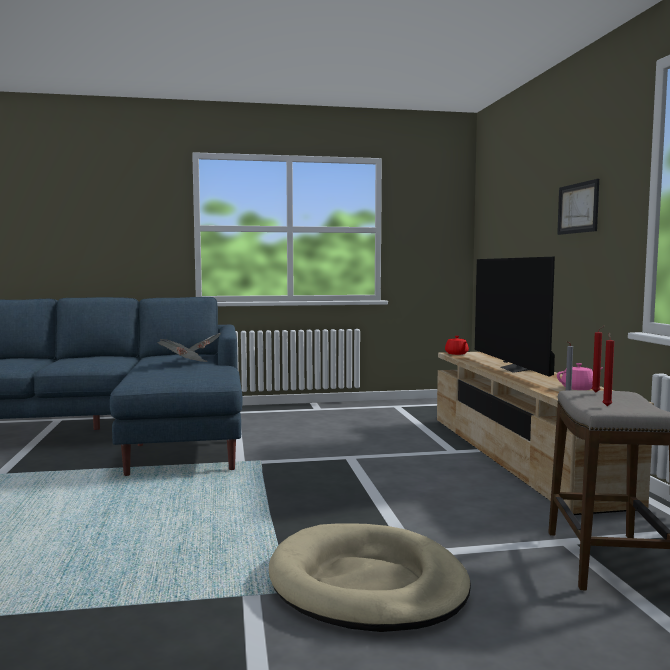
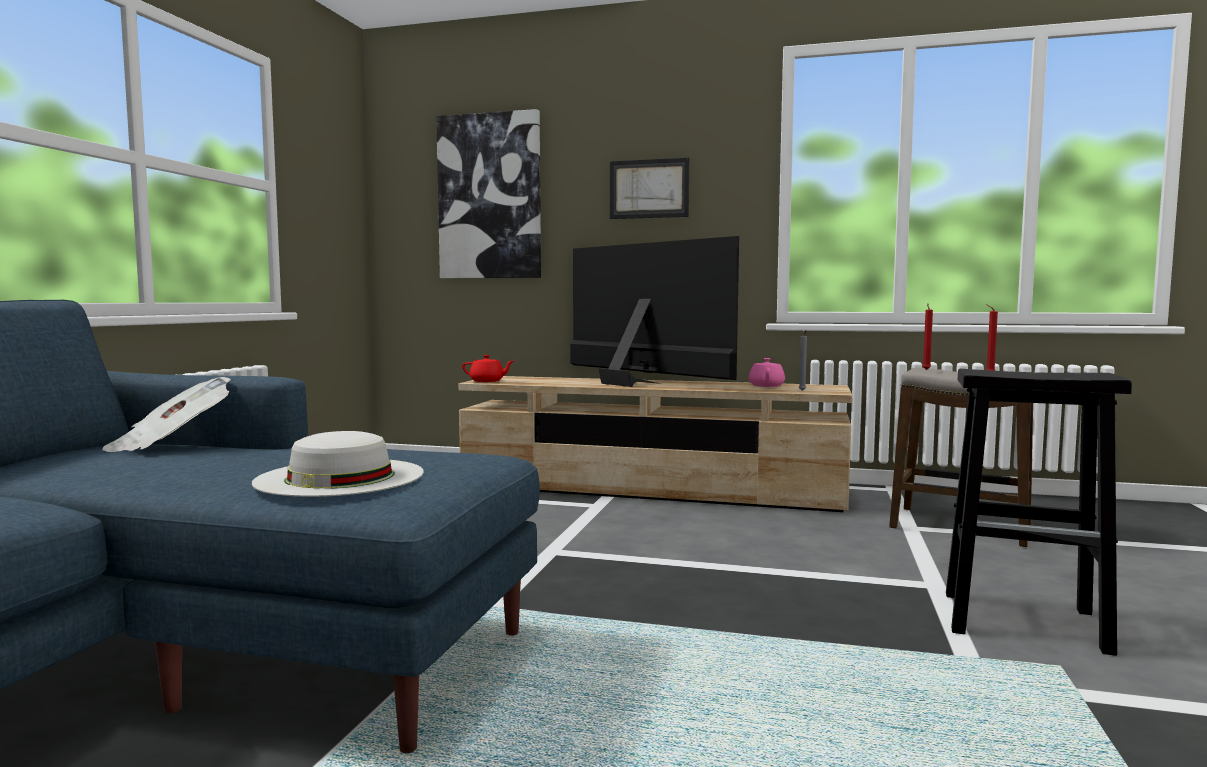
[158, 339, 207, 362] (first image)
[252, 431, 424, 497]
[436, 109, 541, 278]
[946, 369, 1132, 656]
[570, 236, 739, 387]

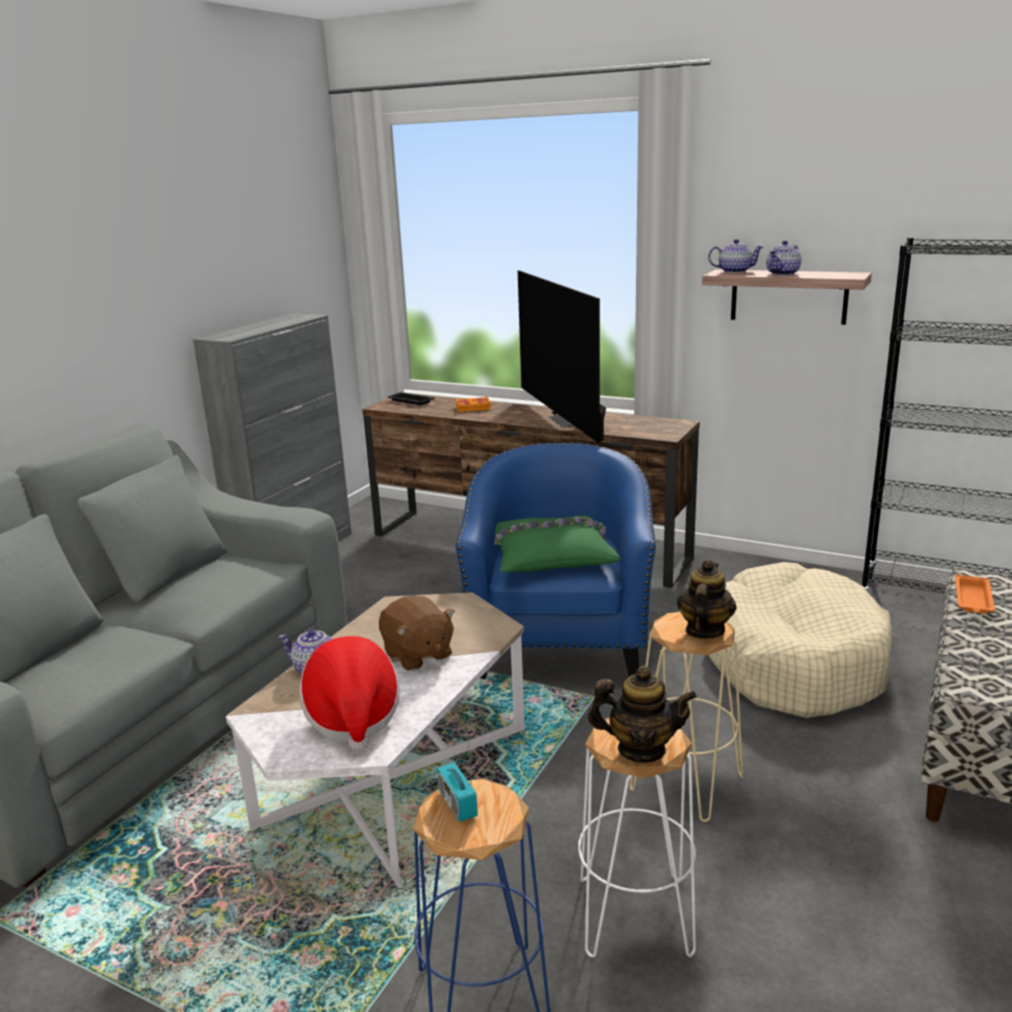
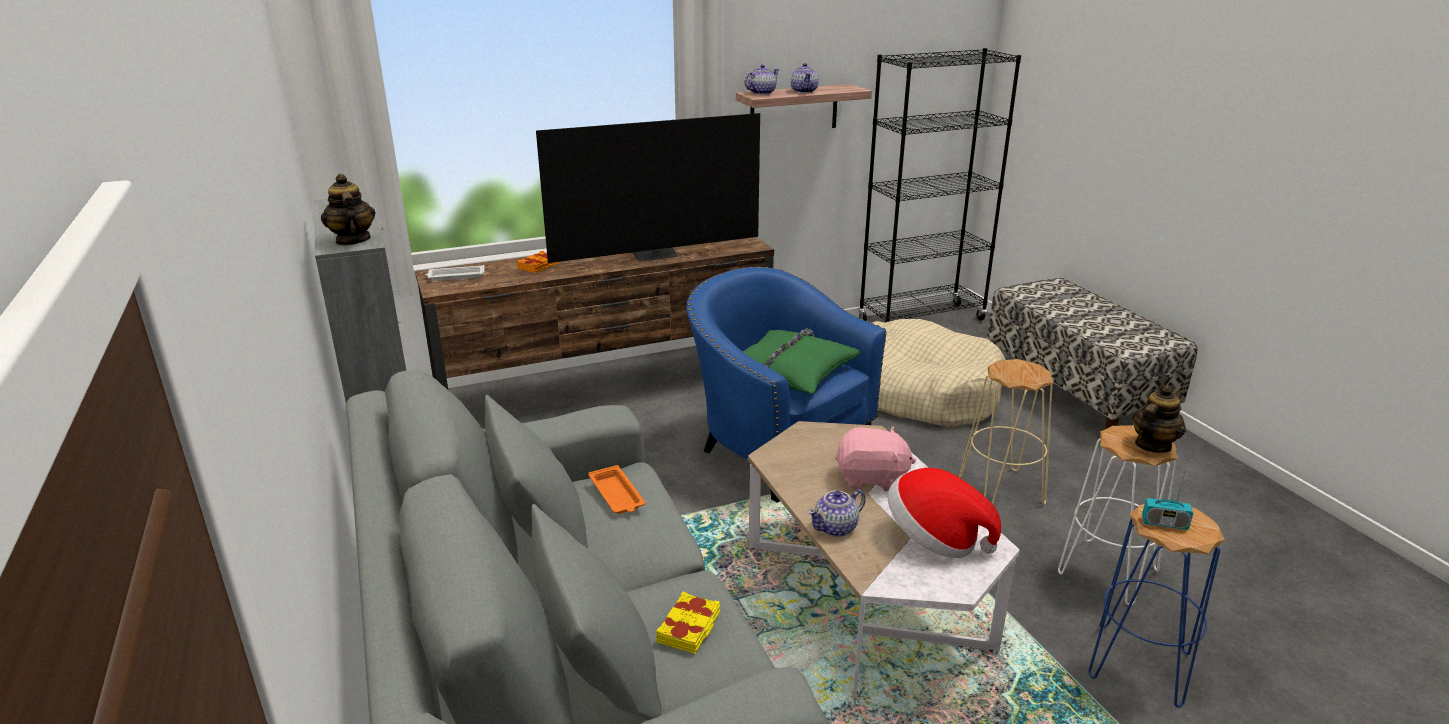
[656, 592, 720, 654]
[321, 174, 376, 245]
[588, 465, 645, 514]
[835, 426, 916, 491]
[426, 265, 485, 281]
[536, 113, 760, 263]

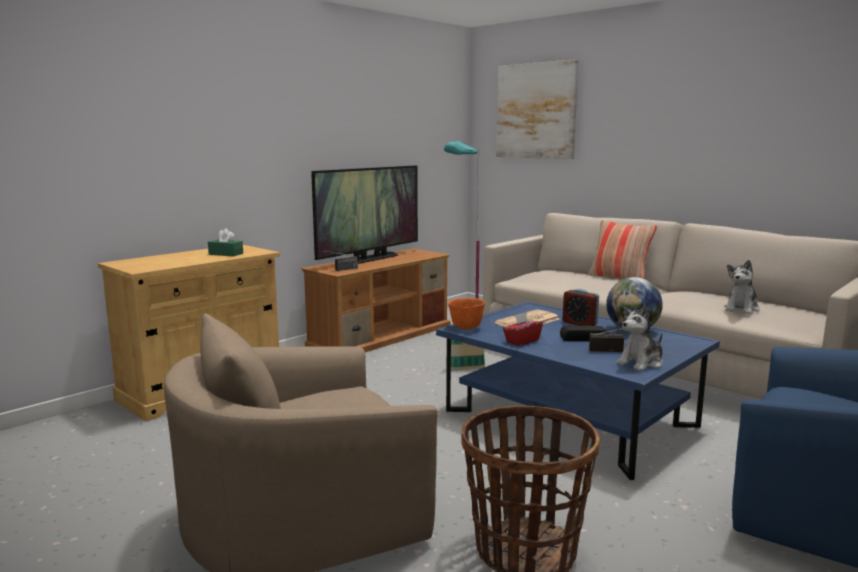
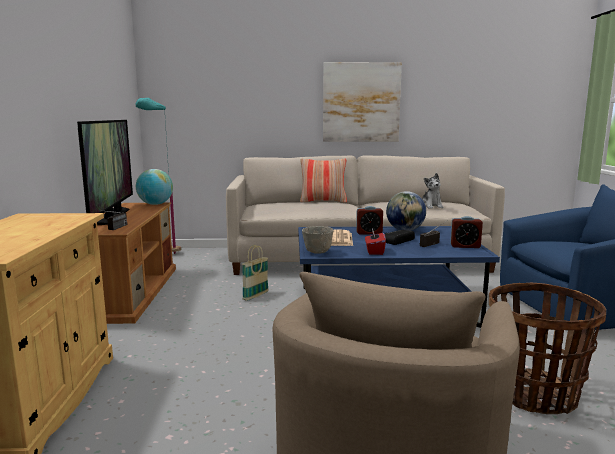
[208, 228, 243, 256] (first image)
[136, 169, 173, 205]
[323, 62, 402, 142]
[450, 216, 483, 248]
[302, 226, 334, 254]

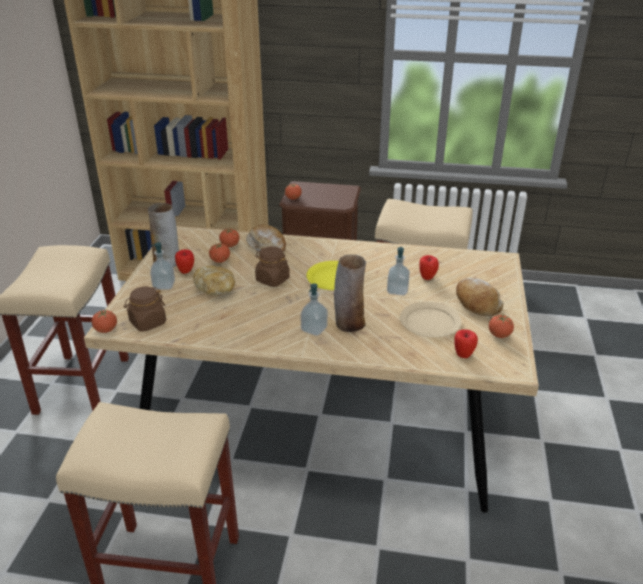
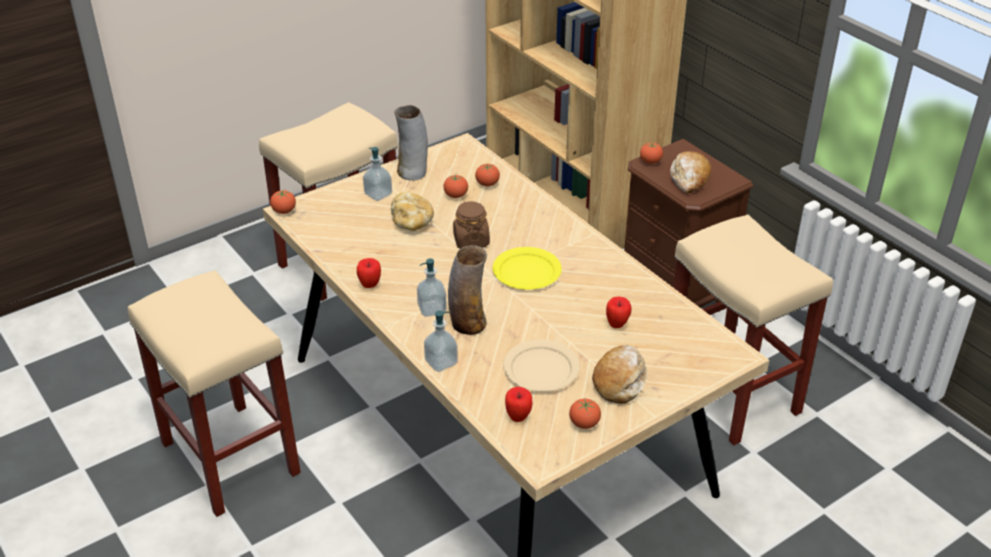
[124, 287, 166, 332] (first image)
[357, 258, 381, 288]
[671, 151, 711, 194]
[424, 311, 458, 372]

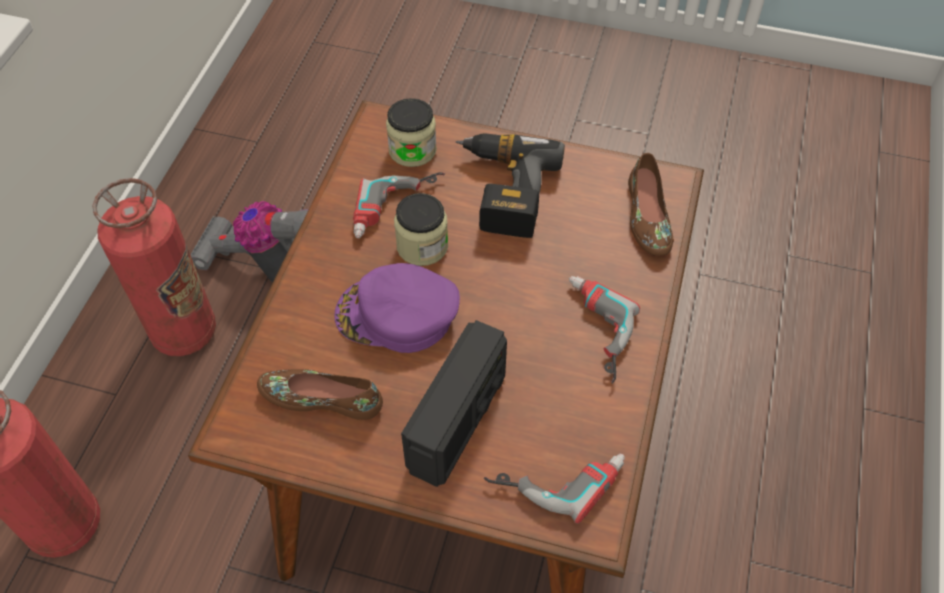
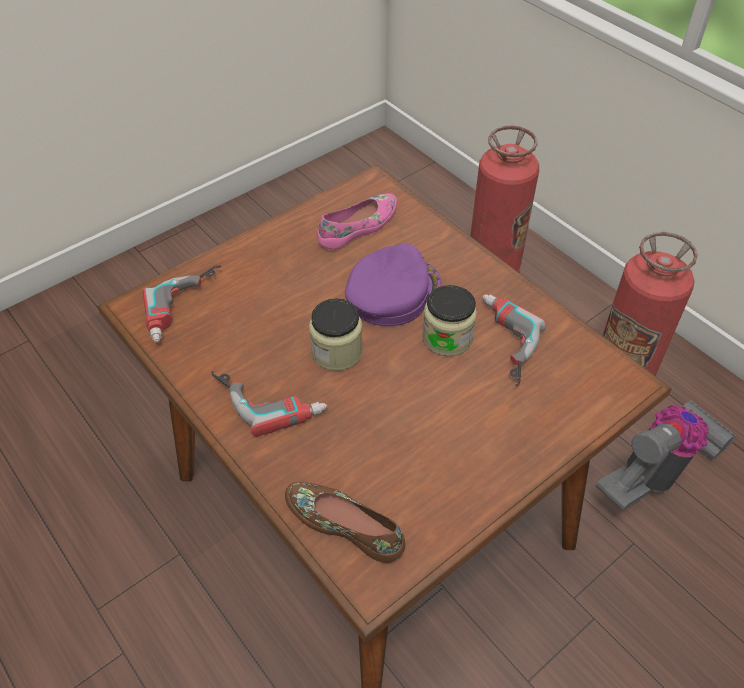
[401, 320, 507, 487] (first image)
[456, 133, 565, 238] (first image)
[309, 298, 363, 371]
[317, 193, 397, 250]

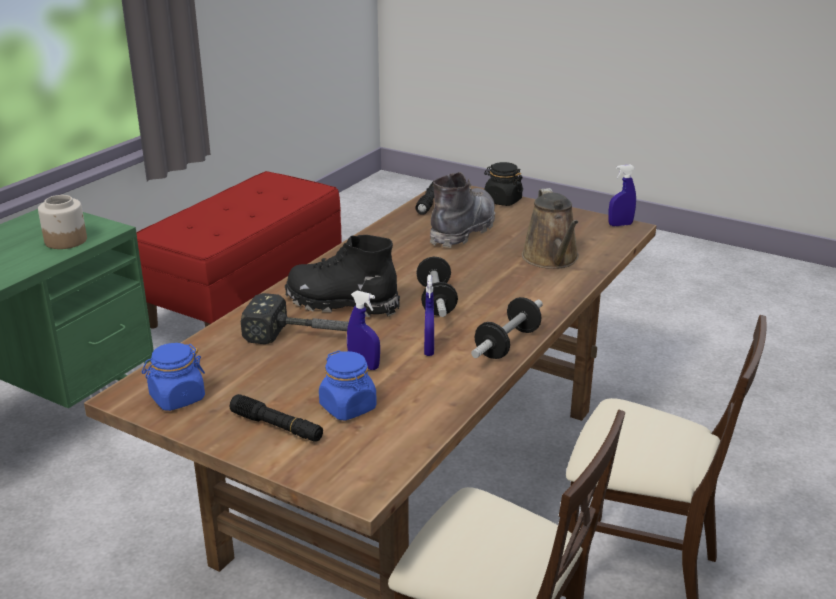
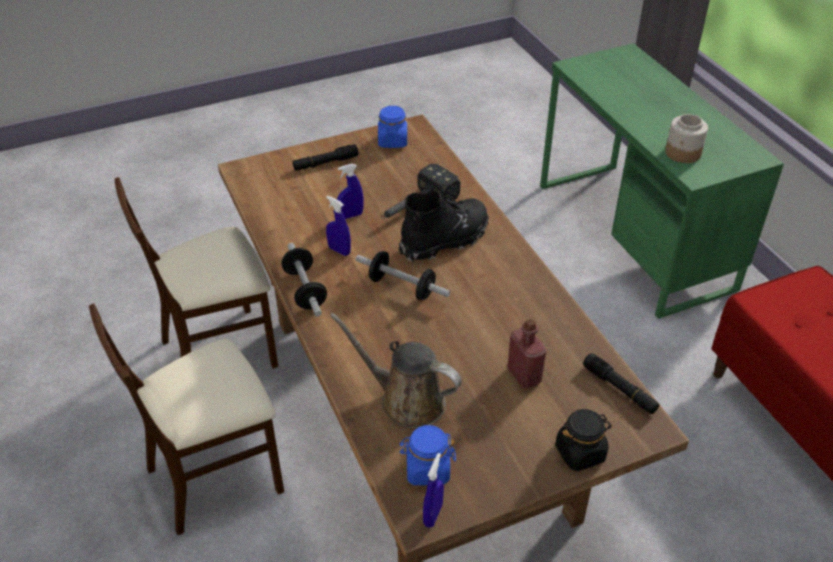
[399, 425, 456, 485]
[507, 319, 547, 388]

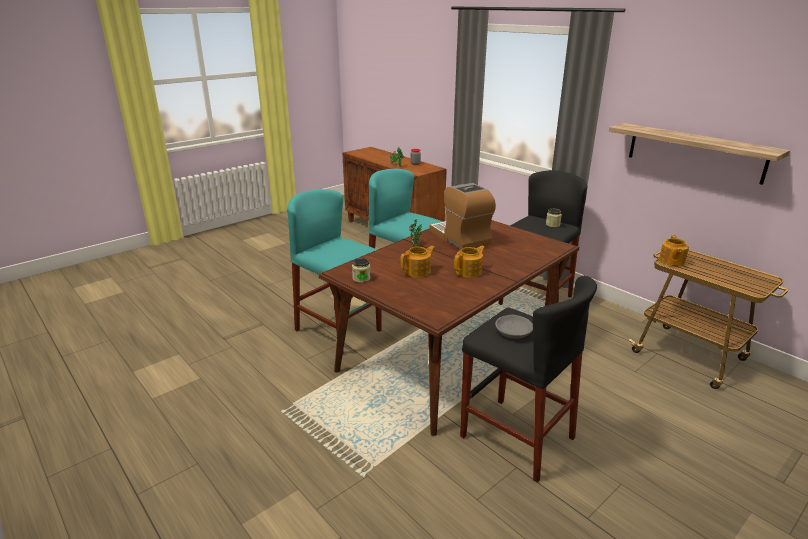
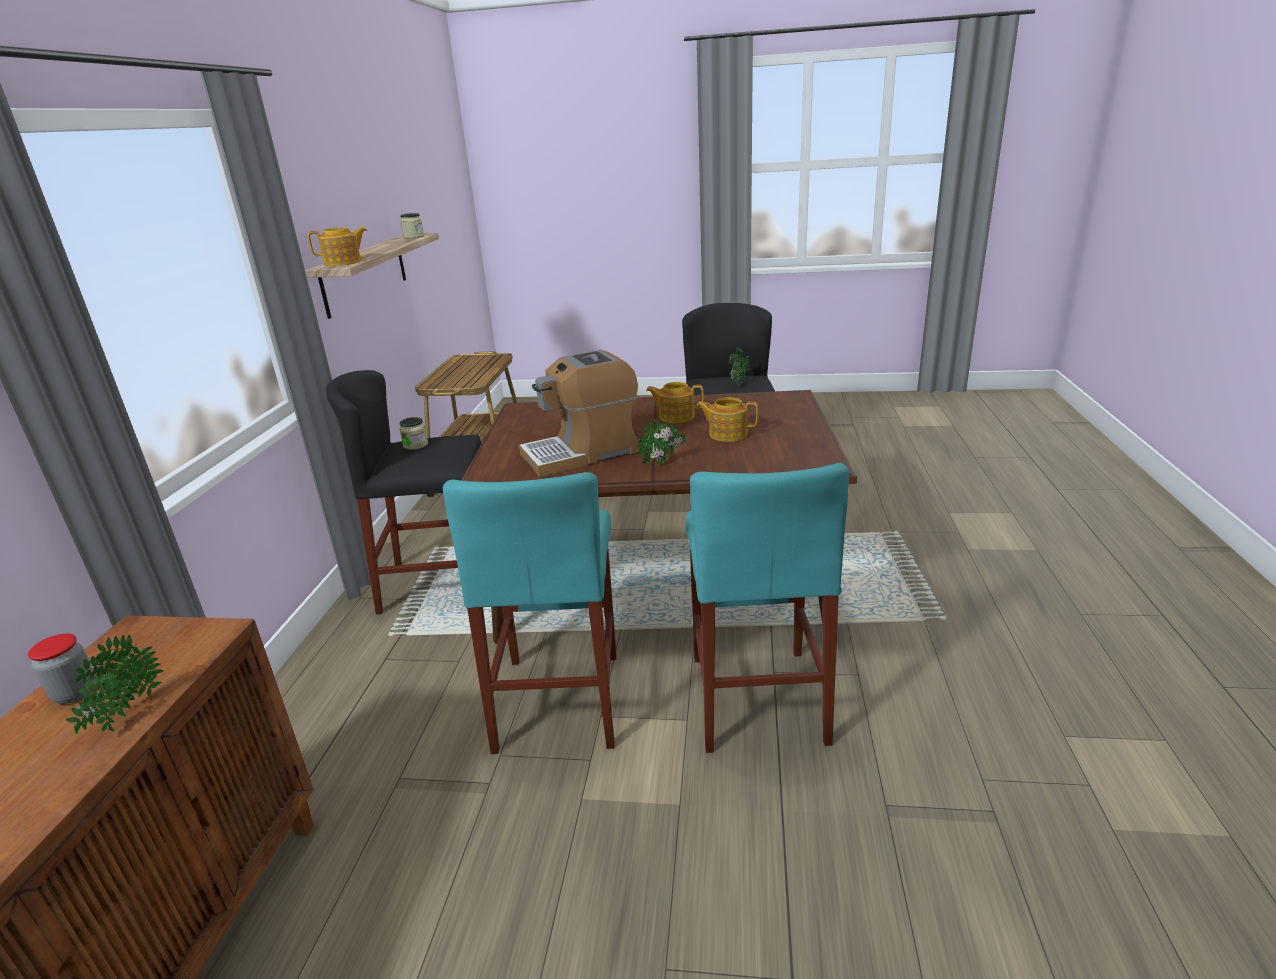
[400, 213, 424, 238]
[308, 227, 367, 266]
[729, 346, 750, 387]
[519, 350, 639, 477]

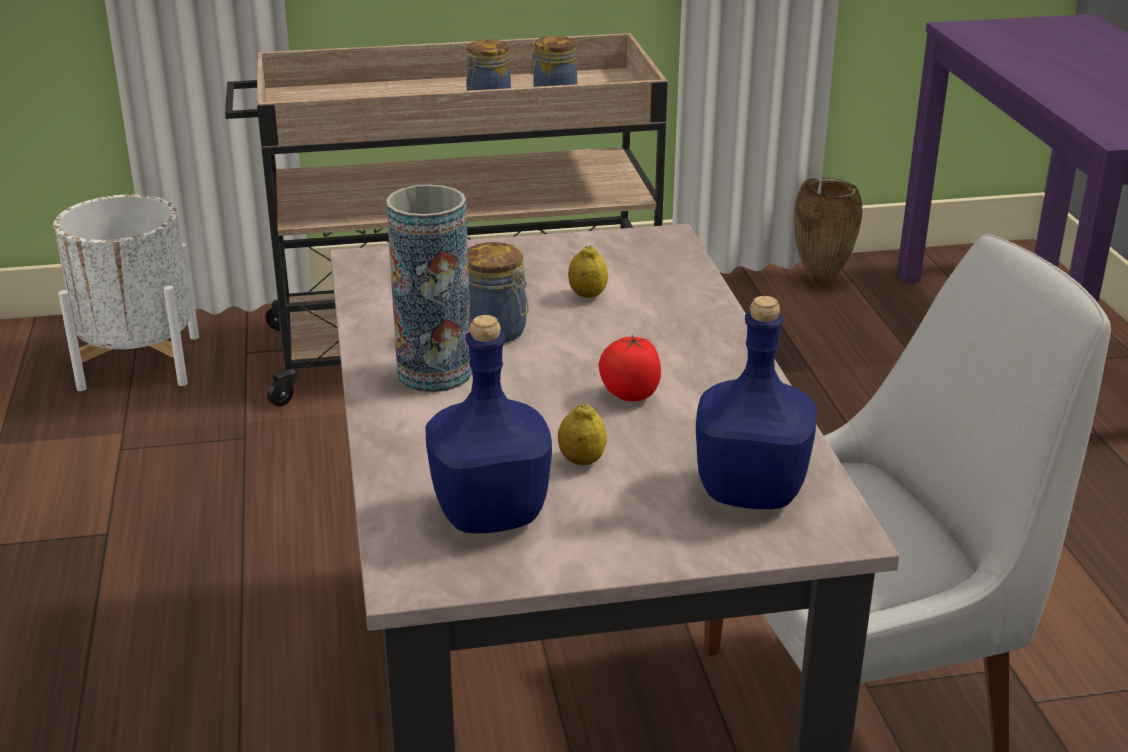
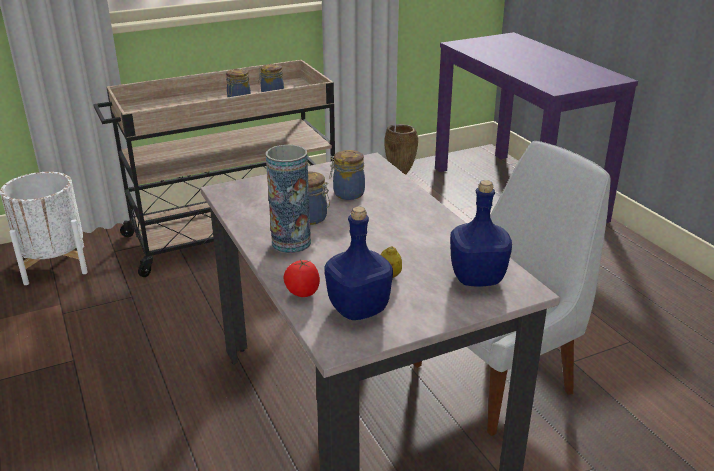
[283, 260, 320, 297]
[330, 150, 365, 200]

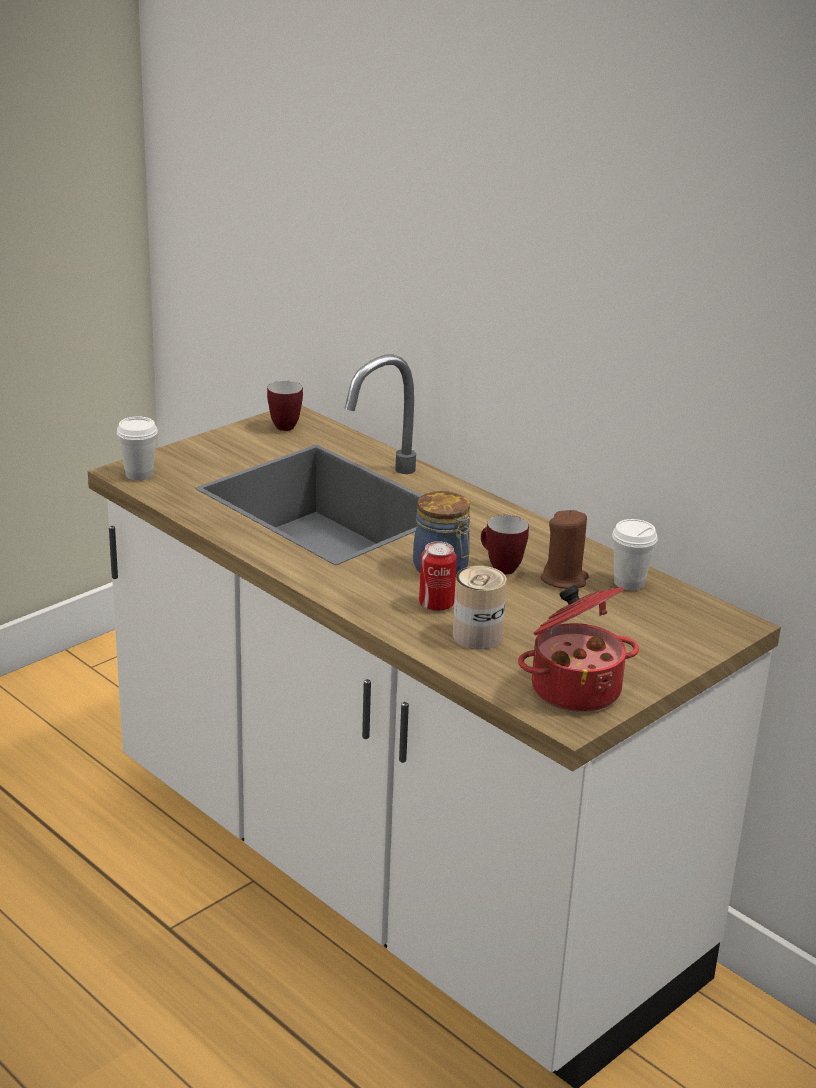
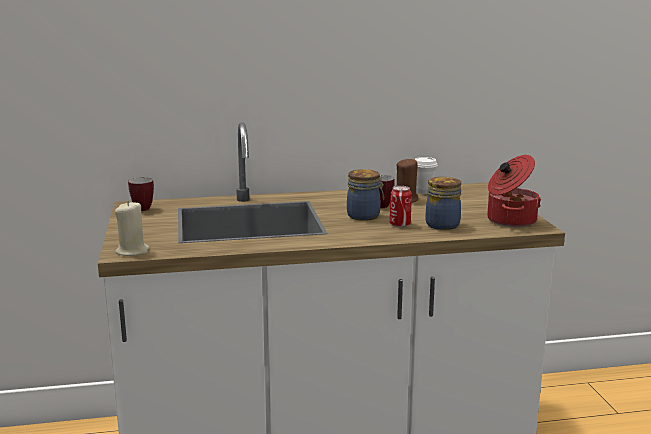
[115, 201, 150, 256]
[425, 177, 461, 230]

